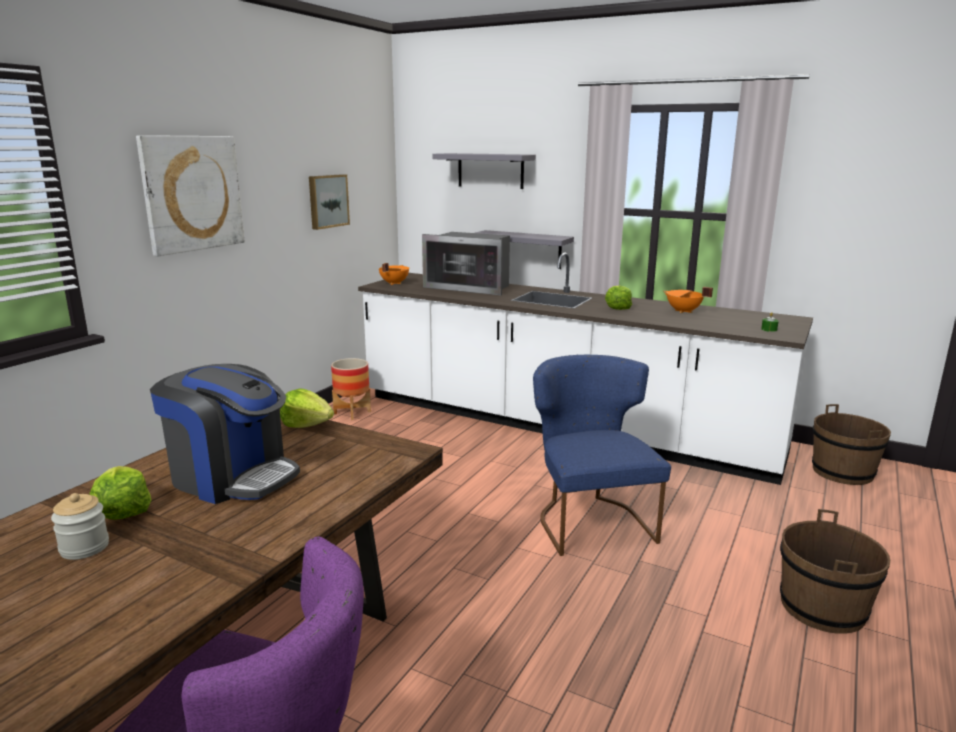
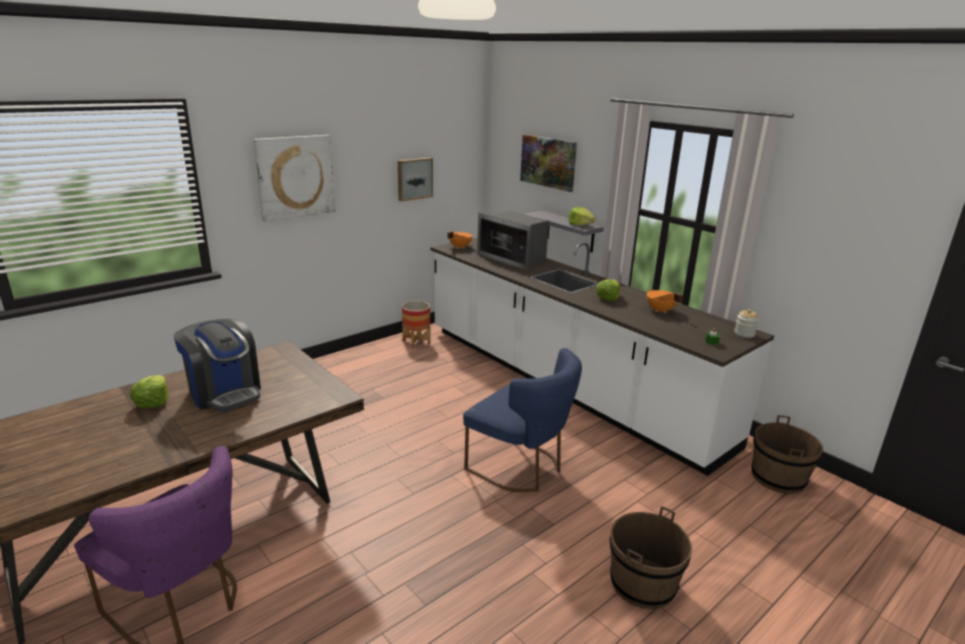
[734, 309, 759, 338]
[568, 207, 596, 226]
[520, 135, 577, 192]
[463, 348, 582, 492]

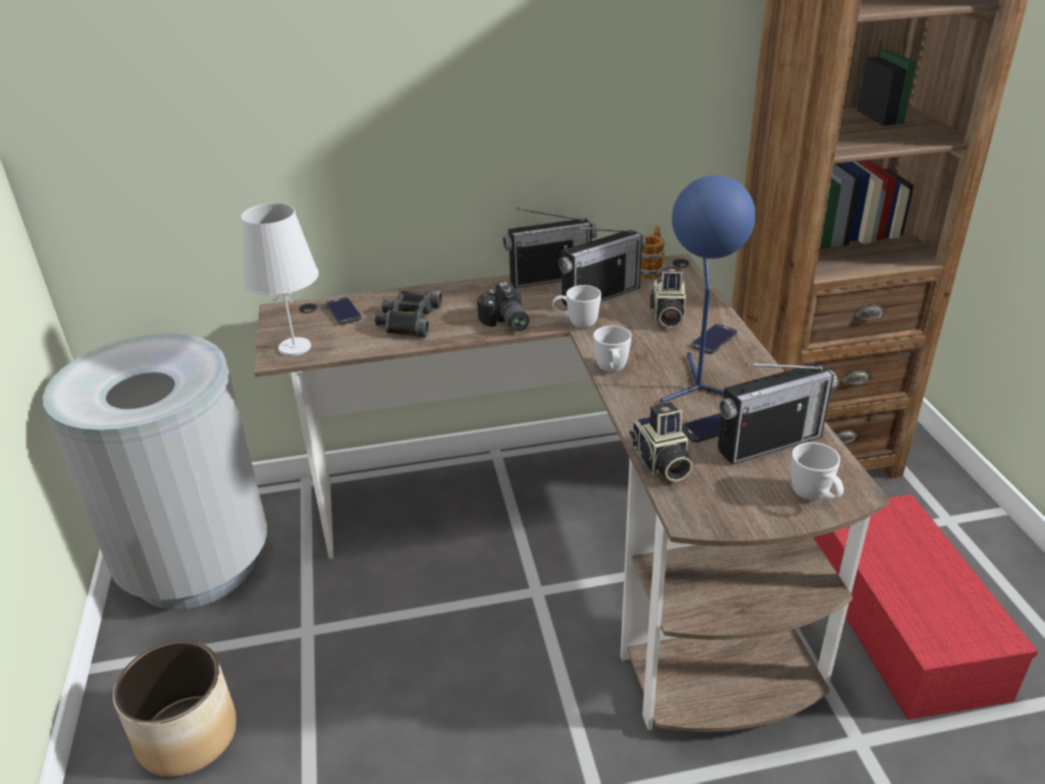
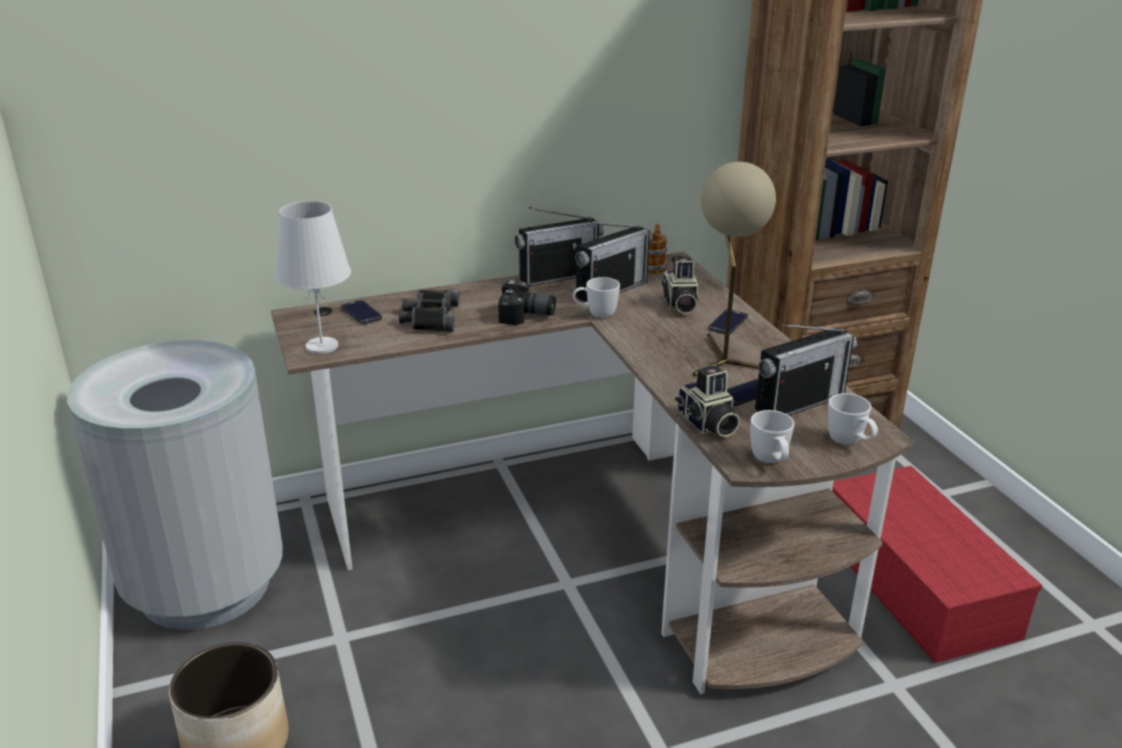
[750, 410, 794, 463]
[693, 162, 776, 376]
[498, 280, 556, 325]

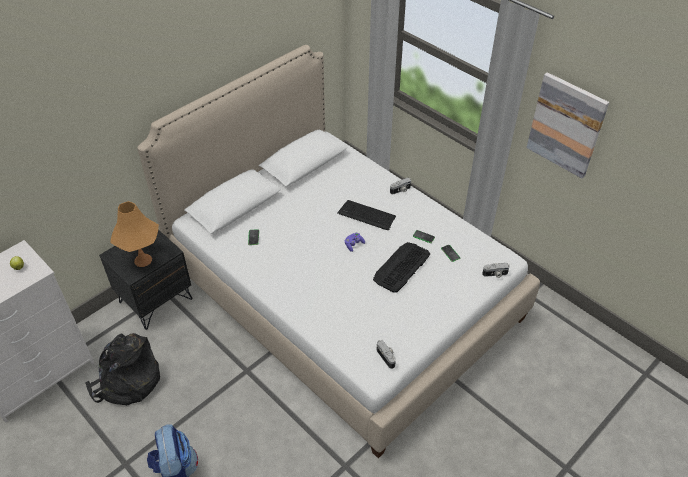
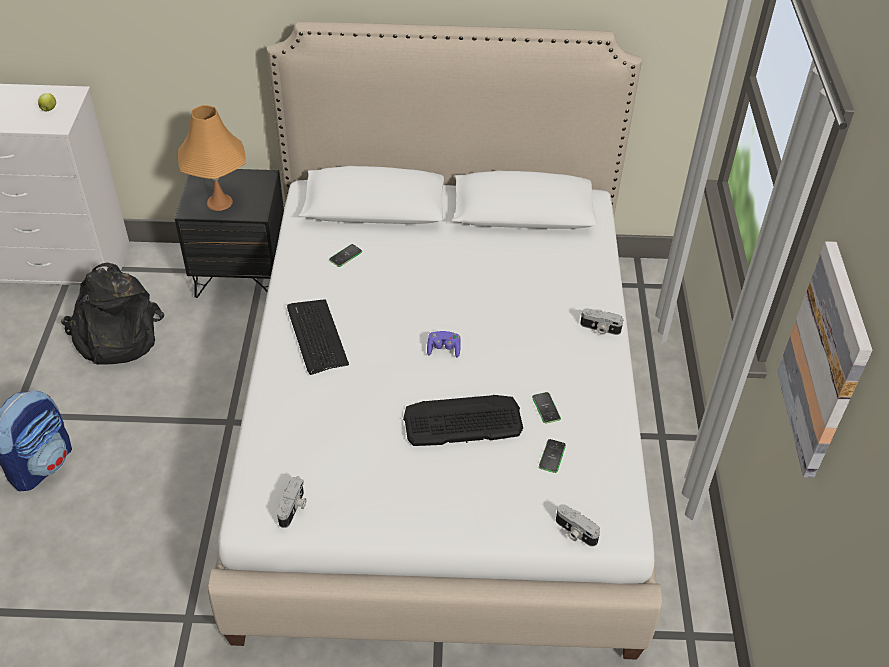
[287, 299, 349, 375]

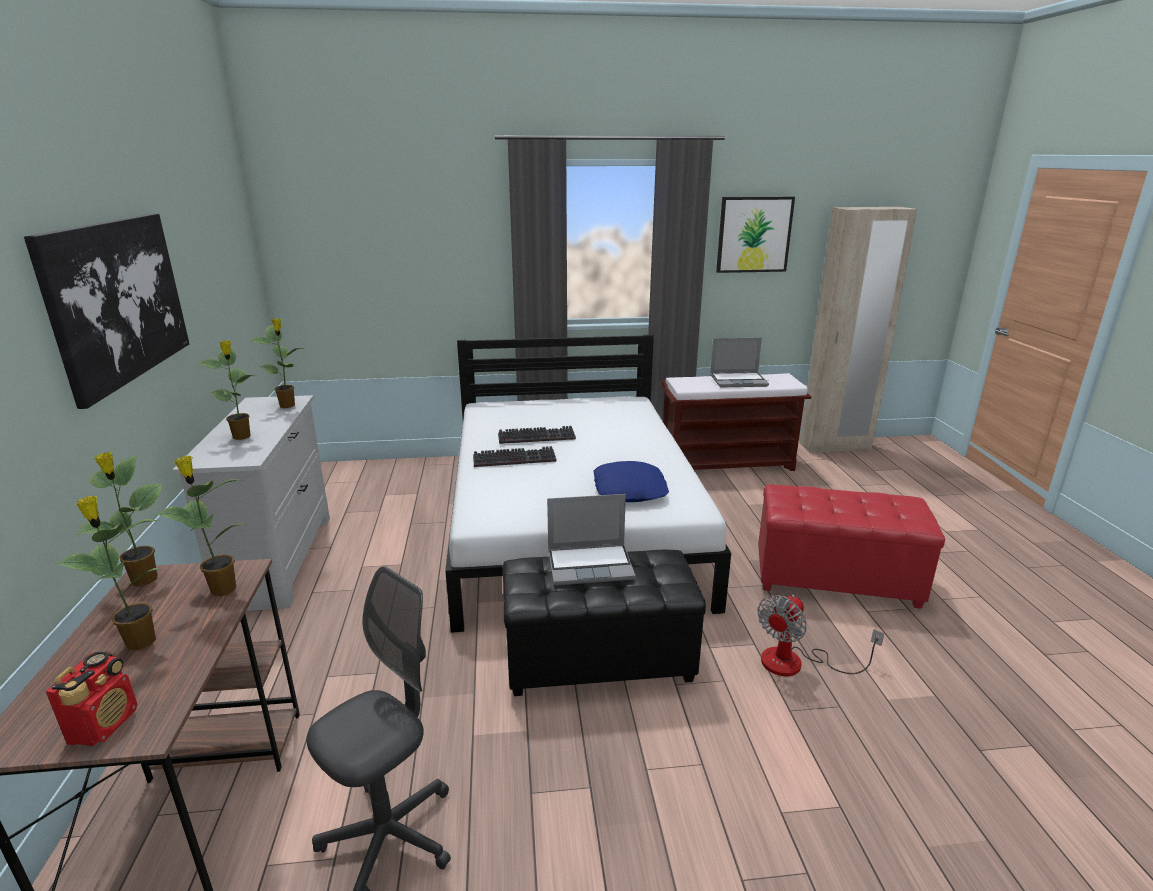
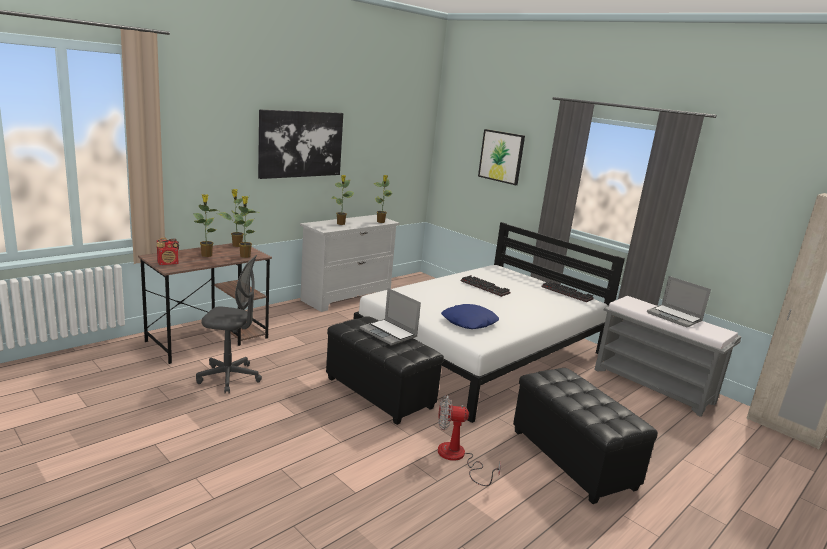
[541, 281, 594, 302]
[478, 129, 525, 185]
[594, 296, 742, 417]
[513, 368, 658, 504]

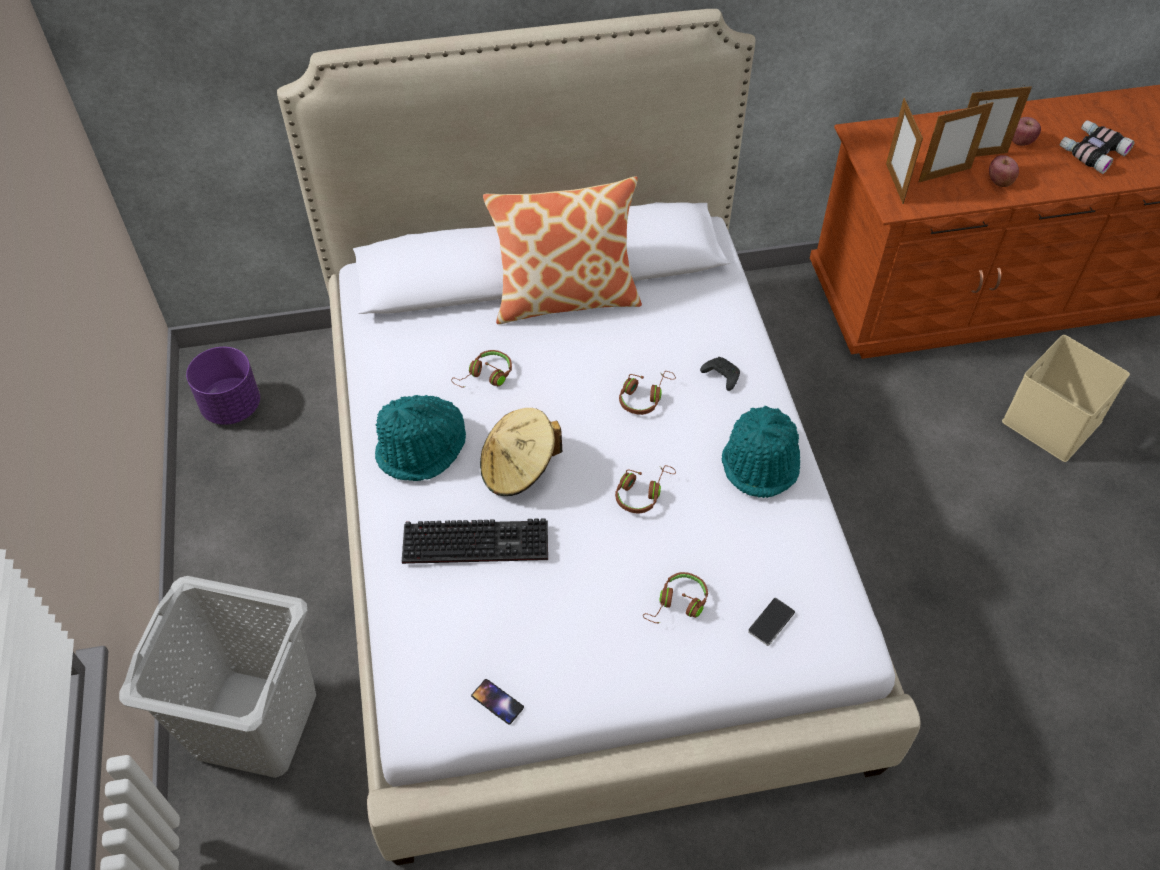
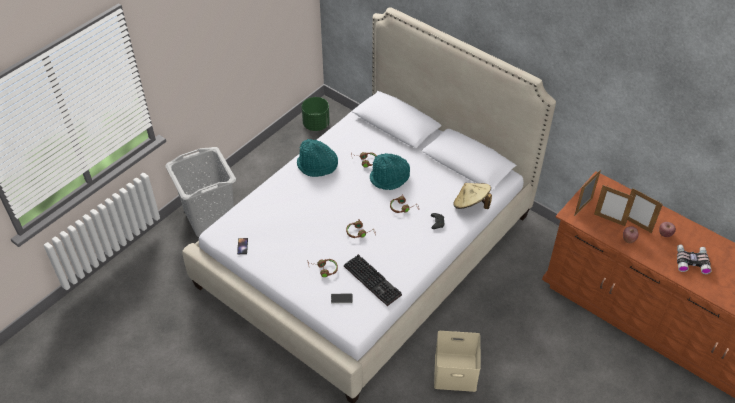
[483, 176, 642, 324] (first image)
[344, 254, 402, 306]
[453, 183, 492, 209]
[370, 153, 410, 190]
[434, 331, 481, 392]
[302, 97, 330, 131]

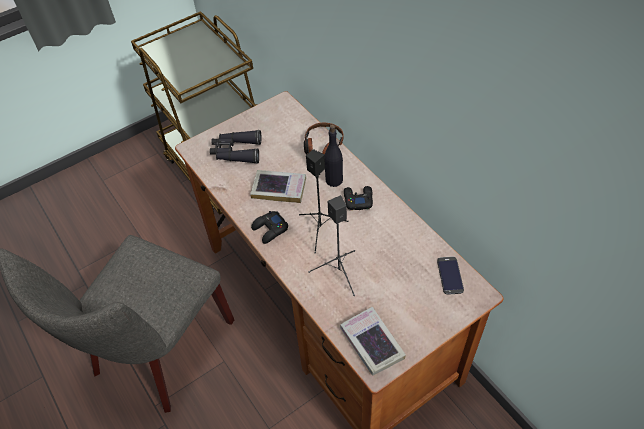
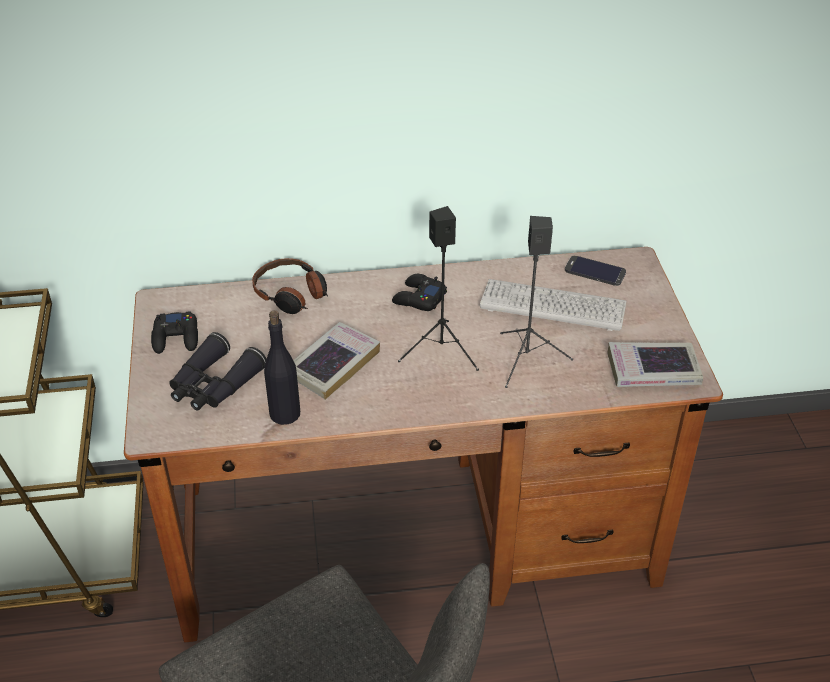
[480, 279, 626, 331]
[151, 311, 198, 354]
[264, 310, 300, 425]

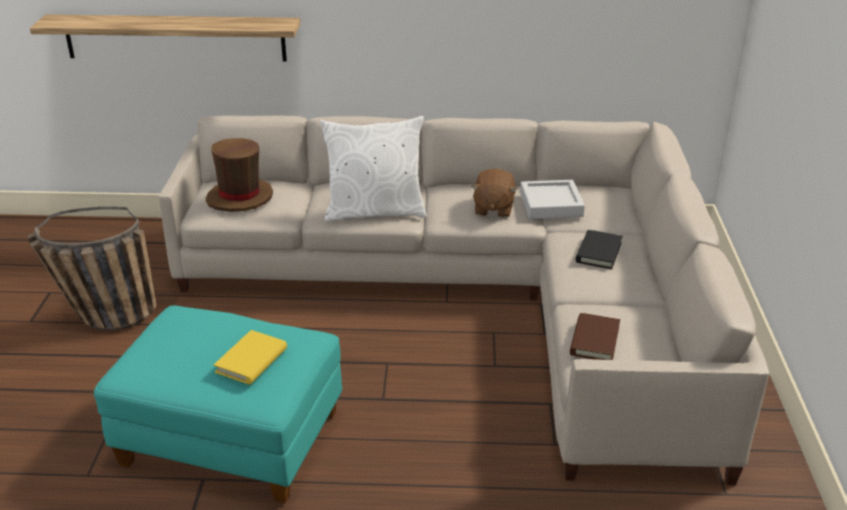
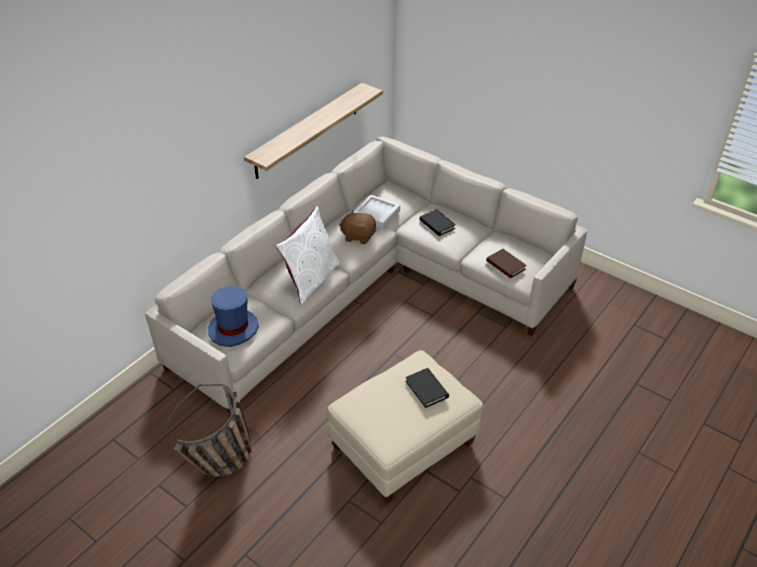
[244, 83, 383, 179]
[327, 350, 483, 504]
[208, 286, 259, 347]
[405, 368, 449, 408]
[339, 210, 376, 244]

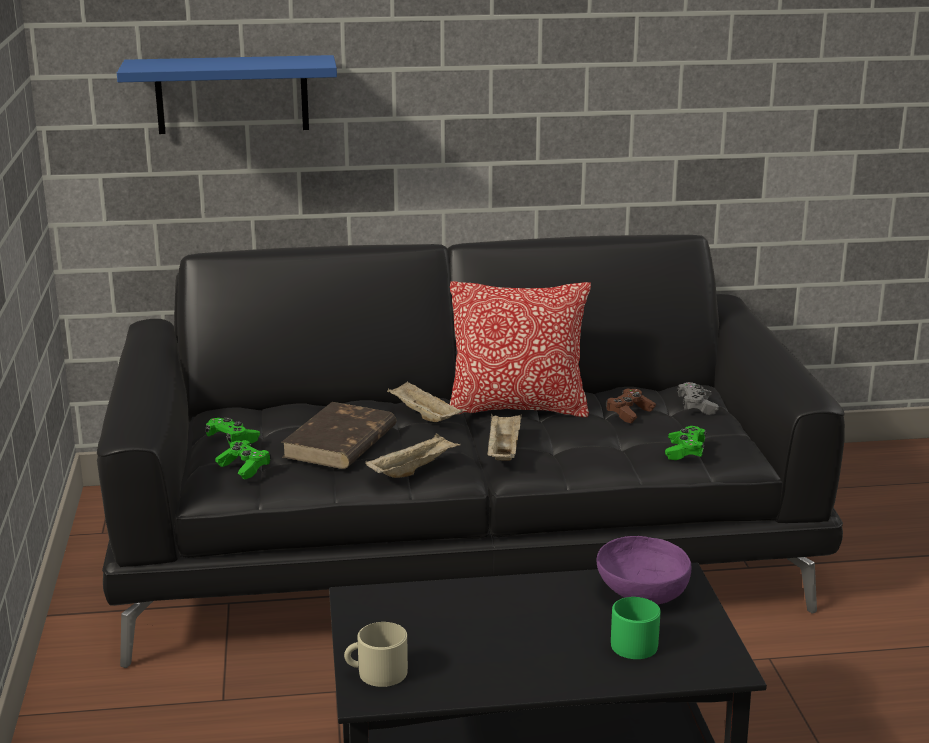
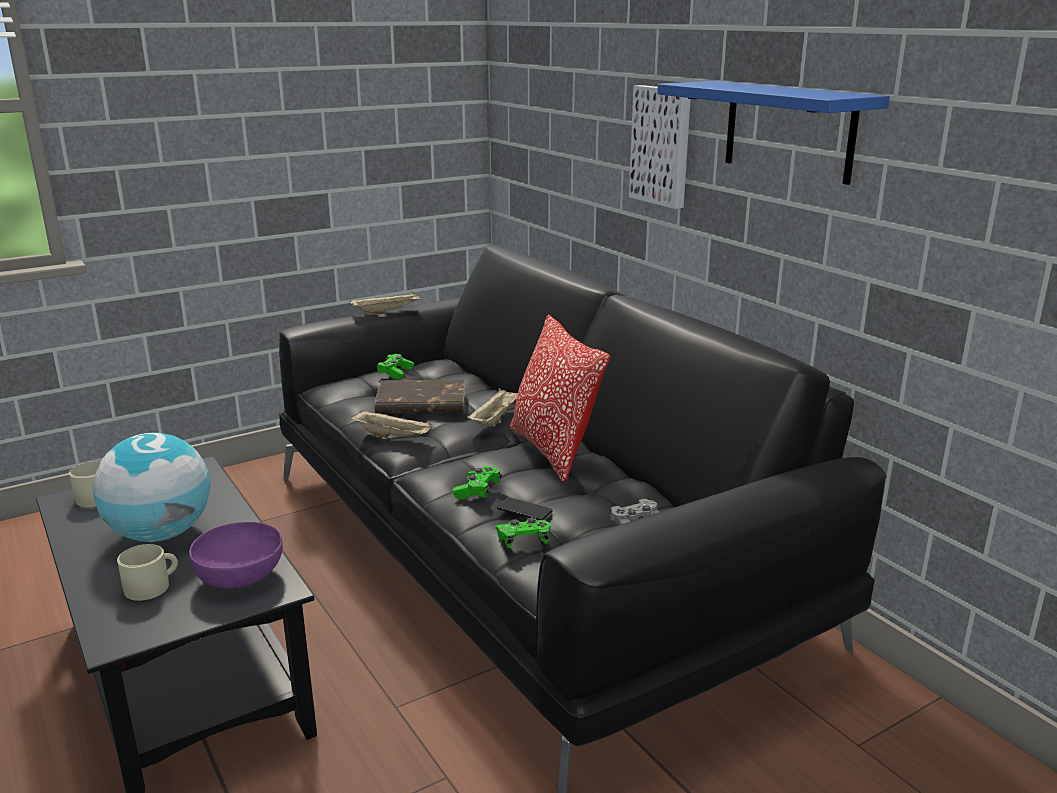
[606, 389, 656, 423] (first image)
[93, 433, 210, 542]
[497, 497, 553, 520]
[629, 85, 690, 209]
[657, 81, 890, 185]
[452, 466, 502, 500]
[350, 291, 422, 314]
[117, 544, 178, 601]

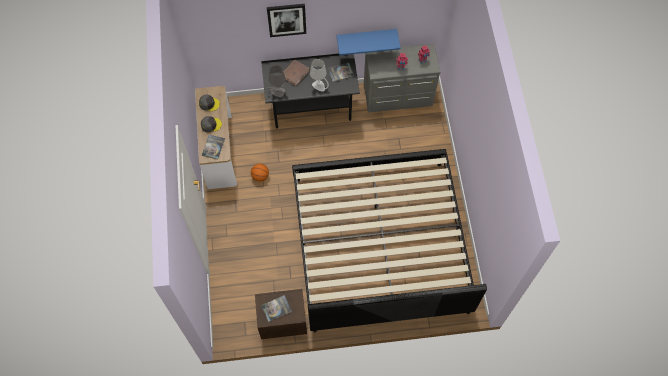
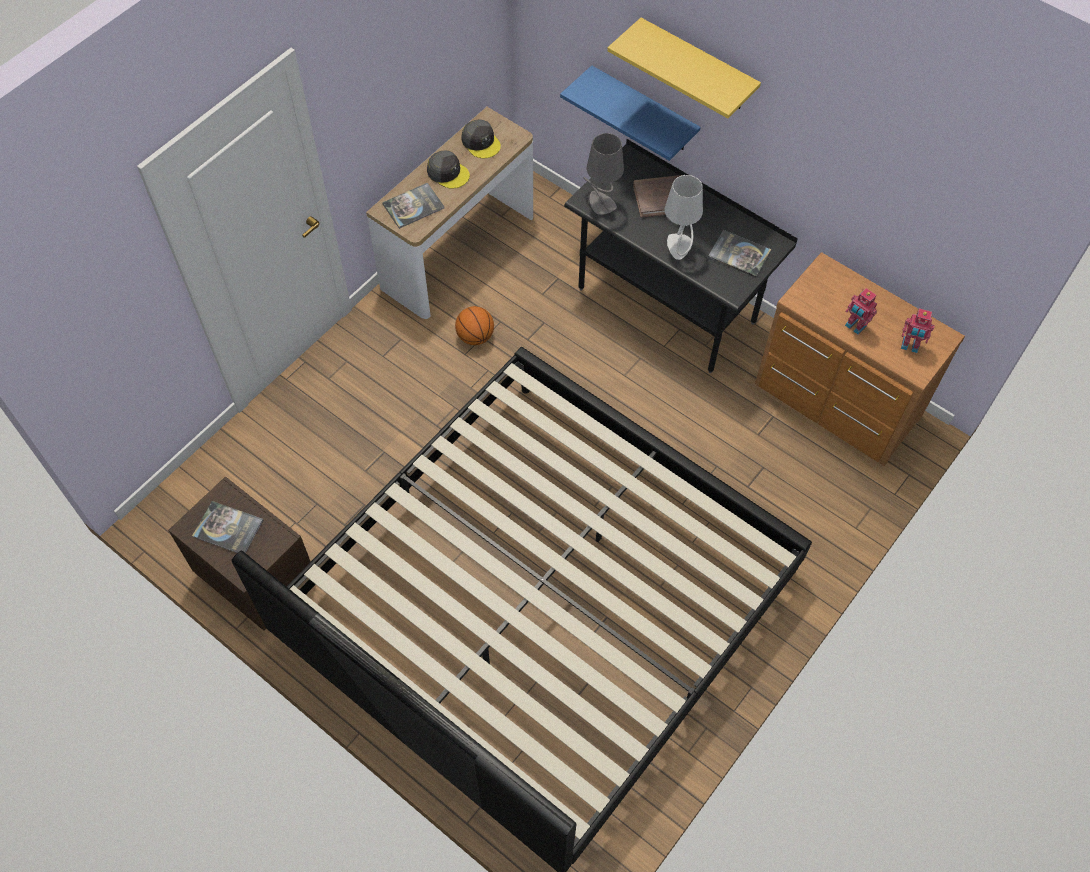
[560, 65, 701, 161]
[607, 18, 761, 118]
[755, 252, 965, 466]

